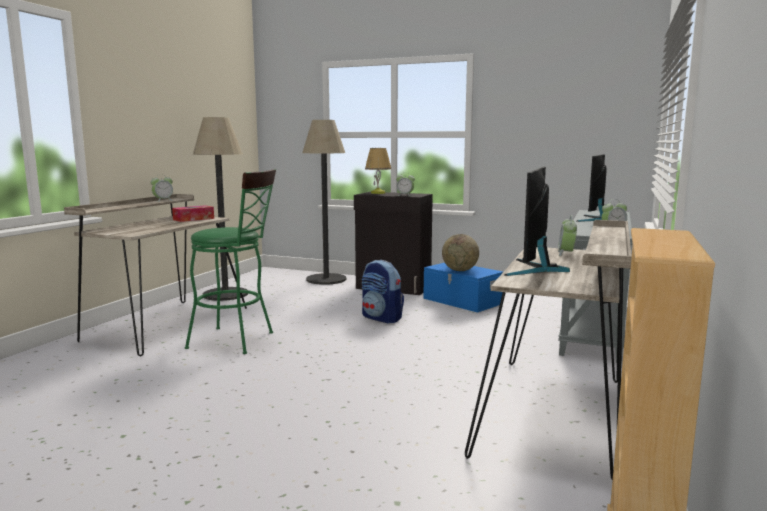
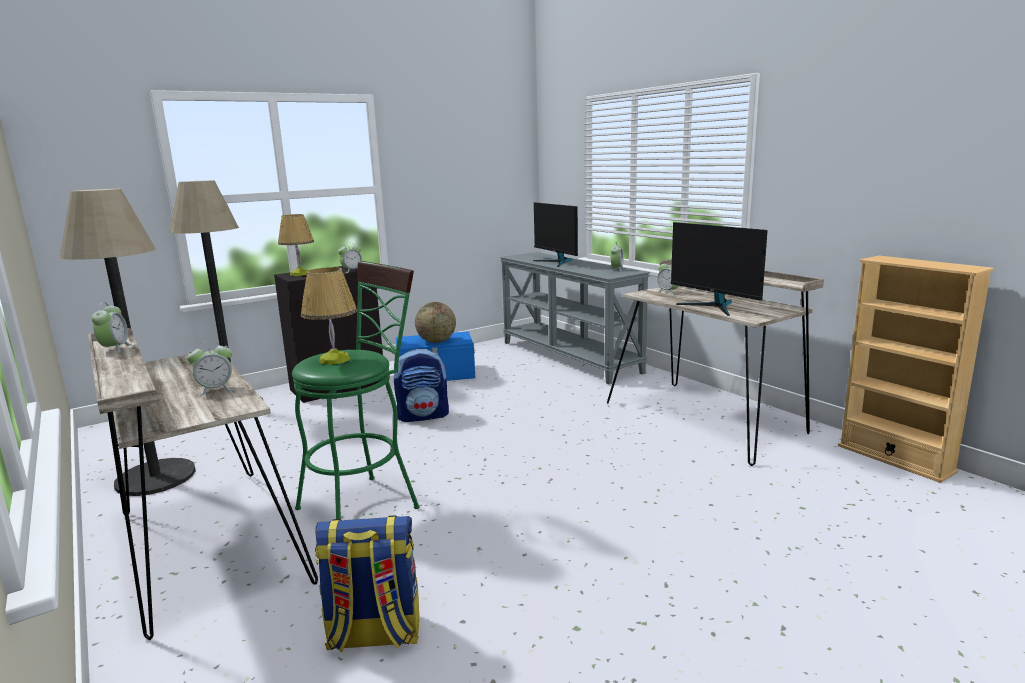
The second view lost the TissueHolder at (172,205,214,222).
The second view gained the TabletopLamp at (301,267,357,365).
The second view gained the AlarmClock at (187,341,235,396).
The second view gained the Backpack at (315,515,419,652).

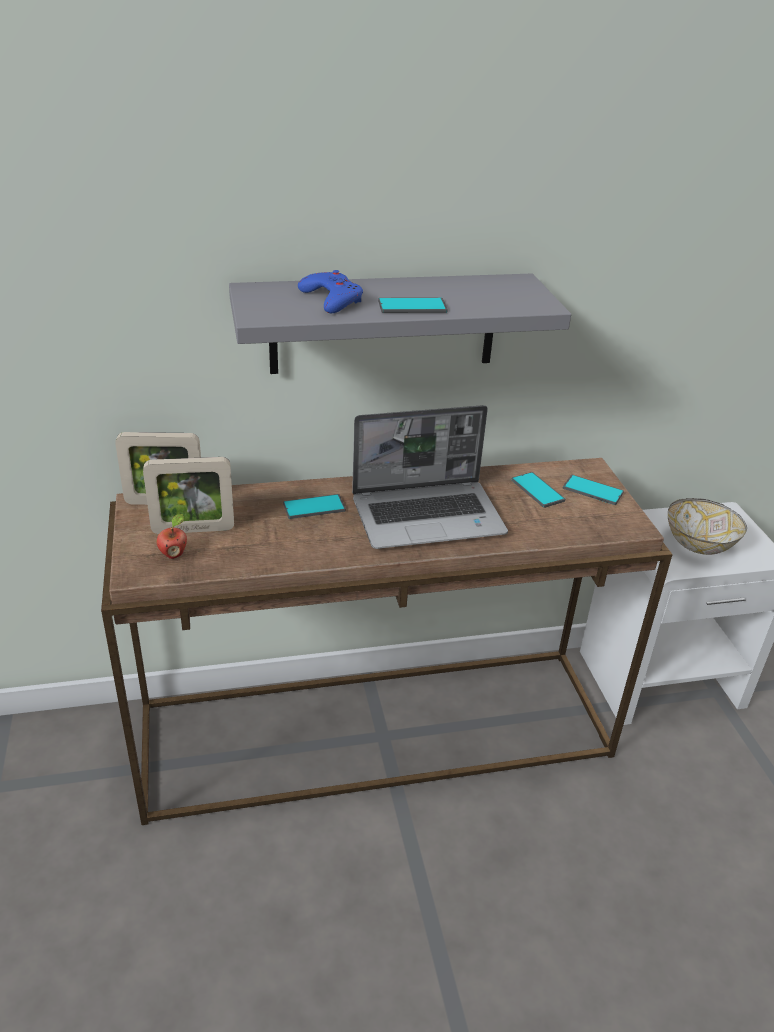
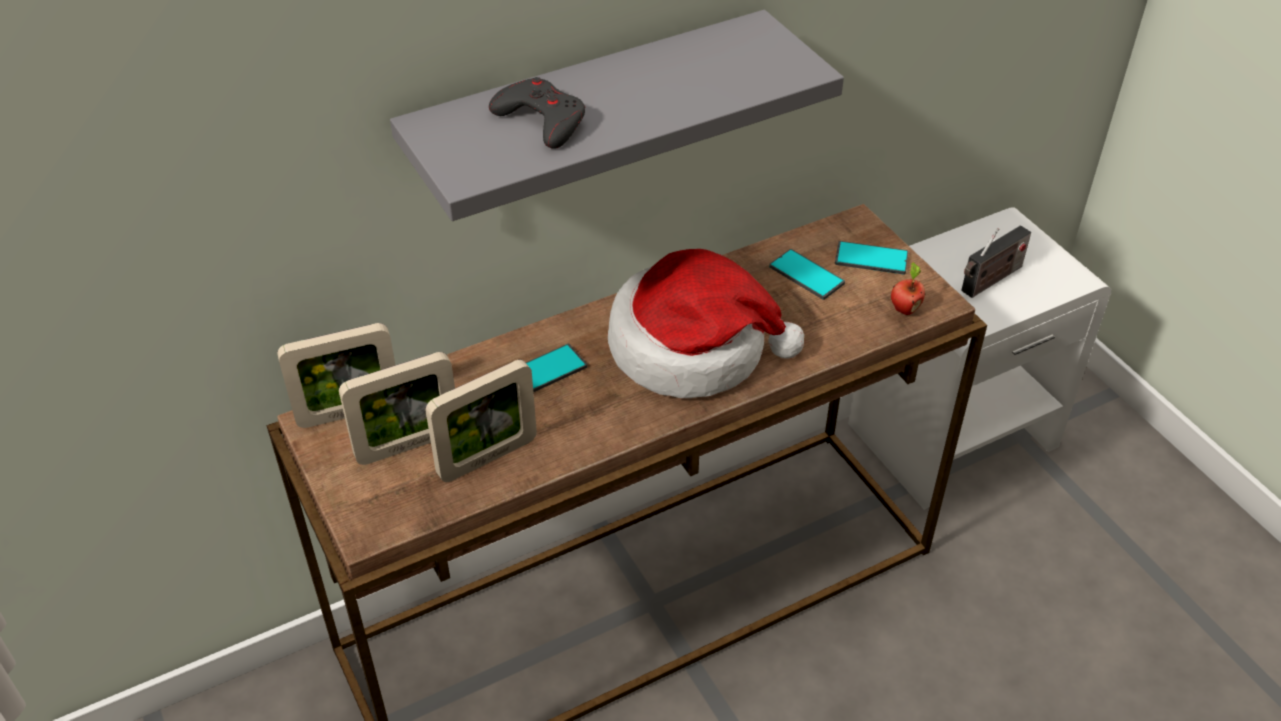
What was the BlueColouredGamepad at (298,270,363,313) turned into the GreyishGamepad at (489,77,585,149).
The second view lost the Phone at (378,298,448,313).
Where the NotebookComputer stood at (352,405,508,549), the ClothingHat came to stand at (608,249,804,398).
Where the DeepDish stood at (668,498,747,555), the RadioSet came to stand at (961,225,1031,298).
The Apple ended up elsewhere, having gone from (157,514,187,559) to (891,262,925,315).
The second view gained the PictureFrame at (425,360,537,482).

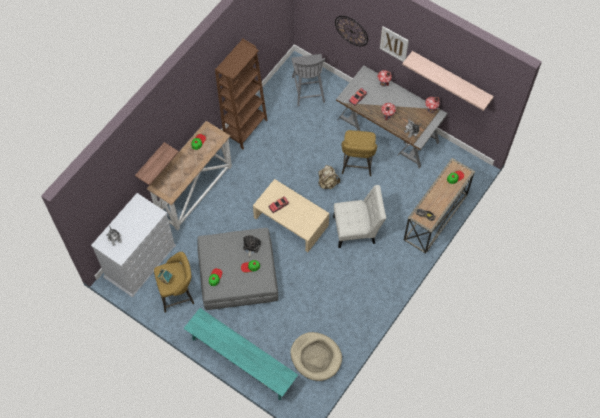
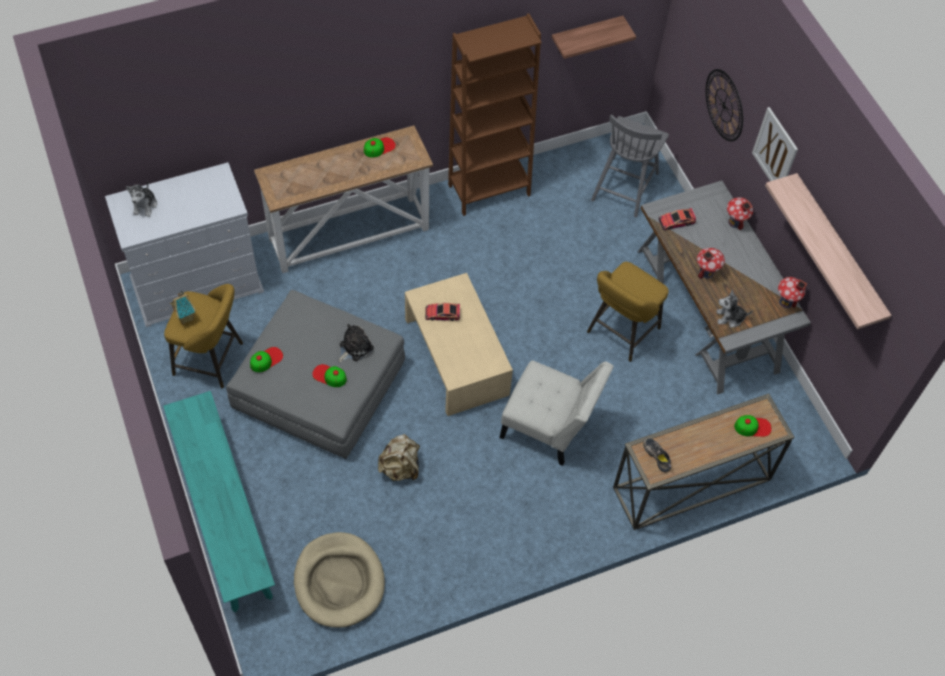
The WallShelf ended up elsewhere, having gone from (135,142,179,186) to (552,16,636,59).
The BeigeColouredBackpack ended up elsewhere, having gone from (318,165,340,189) to (378,434,420,481).

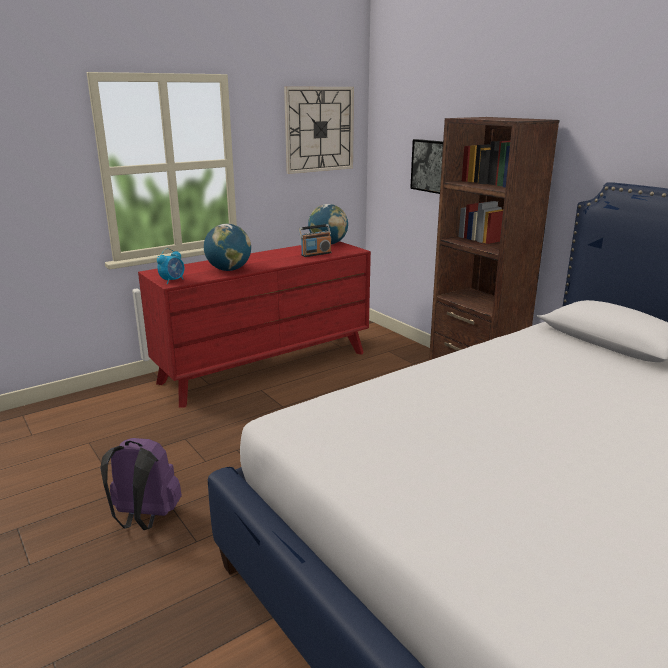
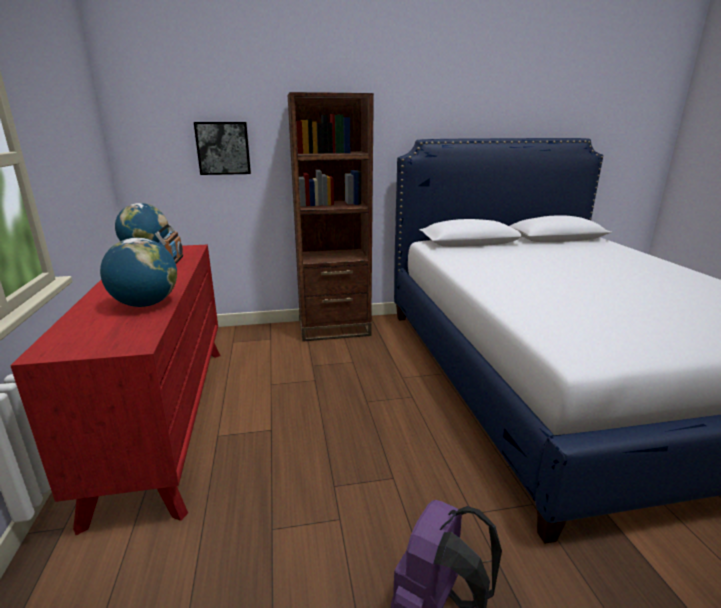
The second view lost the WallClock at (284,86,354,174).
The second view lost the AlarmClock at (157,248,184,284).

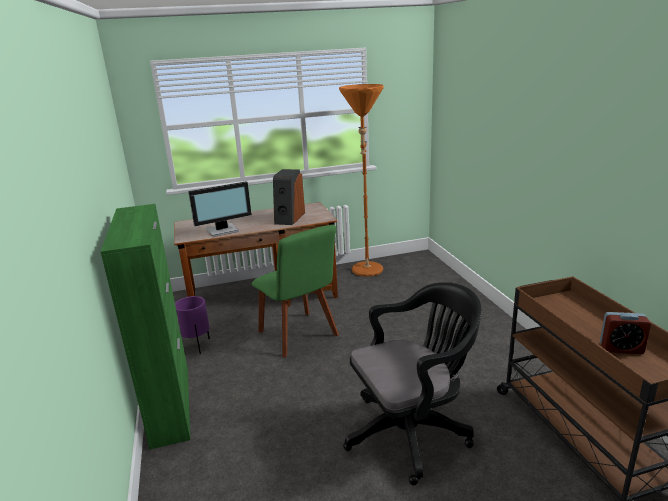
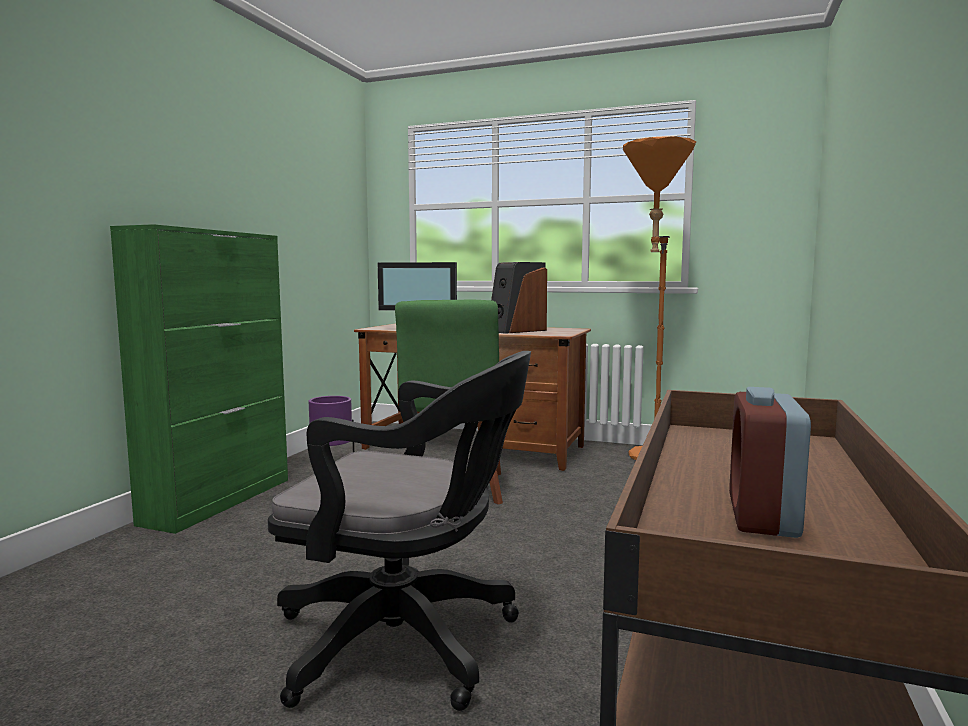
The AlarmClock at (600,312,651,354) ended up facing another way, 60 degrees clockwise from before.

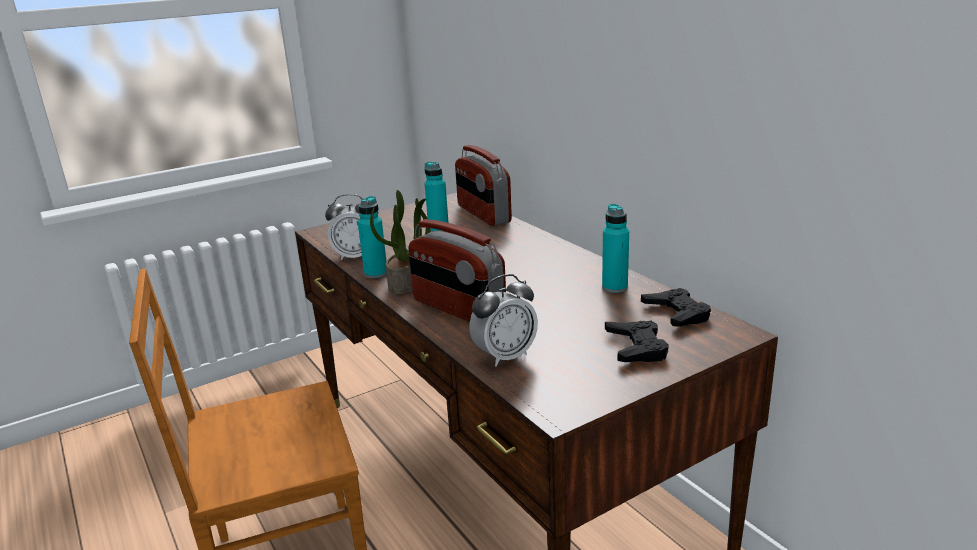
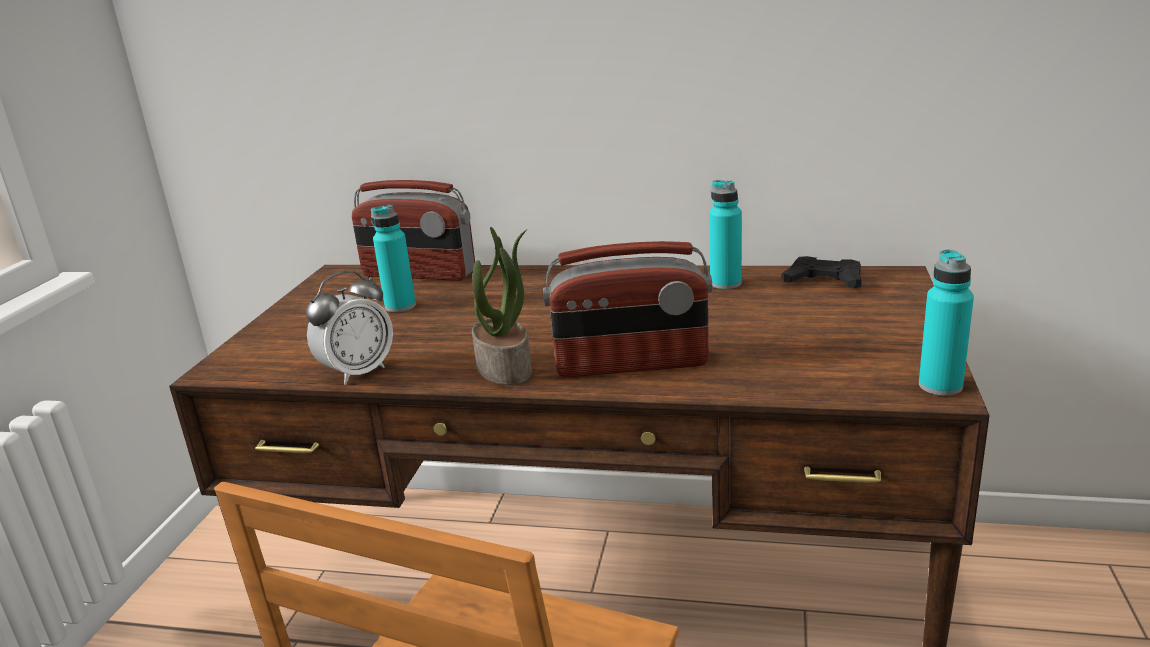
The BlueGreenBeverageBottle ended up elsewhere, having gone from (358,196,387,278) to (919,250,974,396).
The second view lost the AlarmClock at (470,274,538,367).
The second view lost the BlackColouredGamepad at (605,321,669,362).

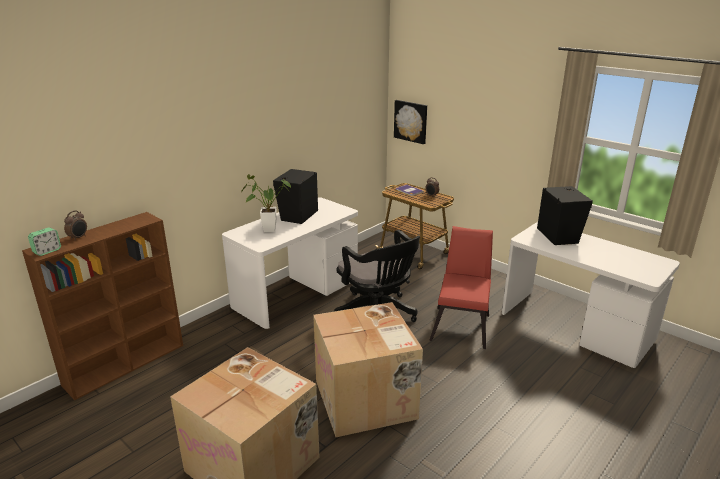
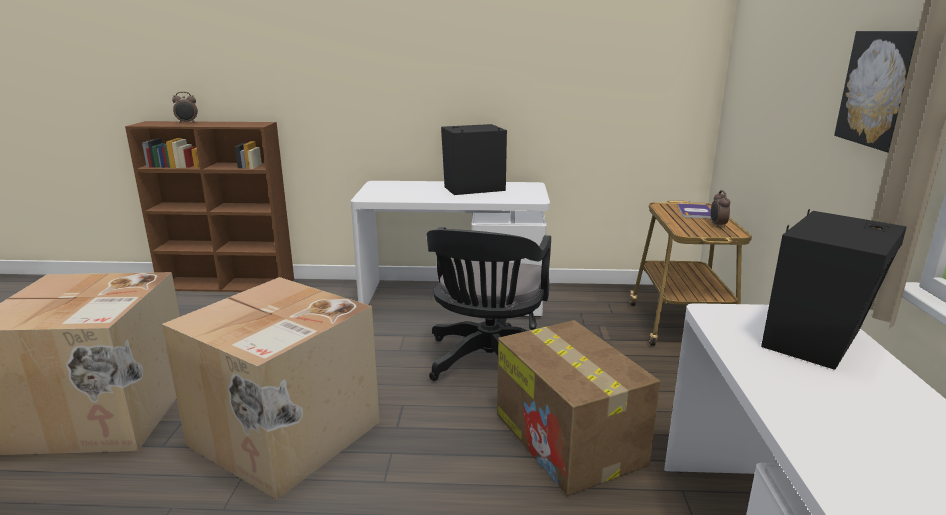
The Picture ended up elsewhere, having gone from (394,100,427,144) to (834,31,918,153).
The second view lost the Houseplant at (241,174,291,232).
Where the ReddishChair stood at (429,226,493,349), the CardboardBox came to stand at (497,320,660,496).
The second view lost the AlarmClock at (28,228,61,256).

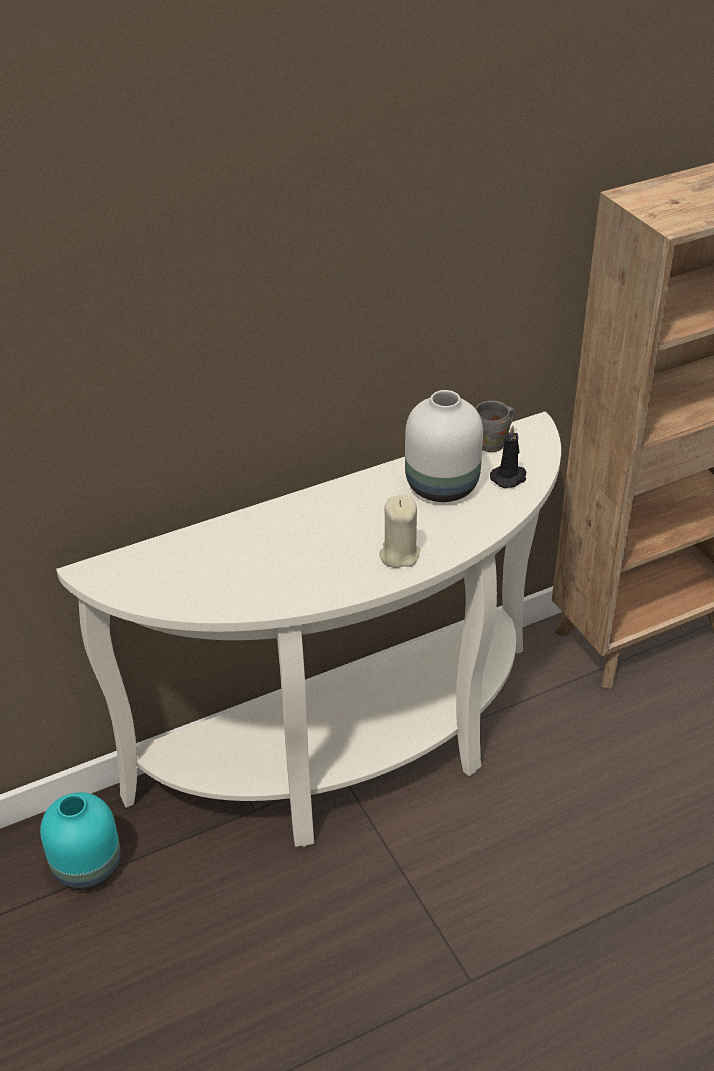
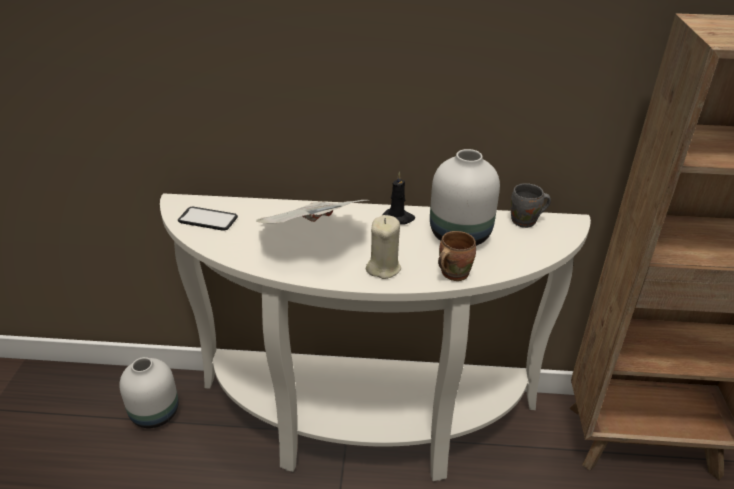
The BlackColouredWaxCandle ended up elsewhere, having gone from (490,425,526,488) to (382,171,415,225).
What was the BlueGreenDecorativeVase at (40,792,121,891) turned into the WhiteColouredDecorativeVase at (119,357,179,428).
The second view gained the PrintedPaper at (256,200,368,223).
The second view gained the Phone at (178,207,238,231).
The second view gained the BrownishMug at (438,231,476,281).

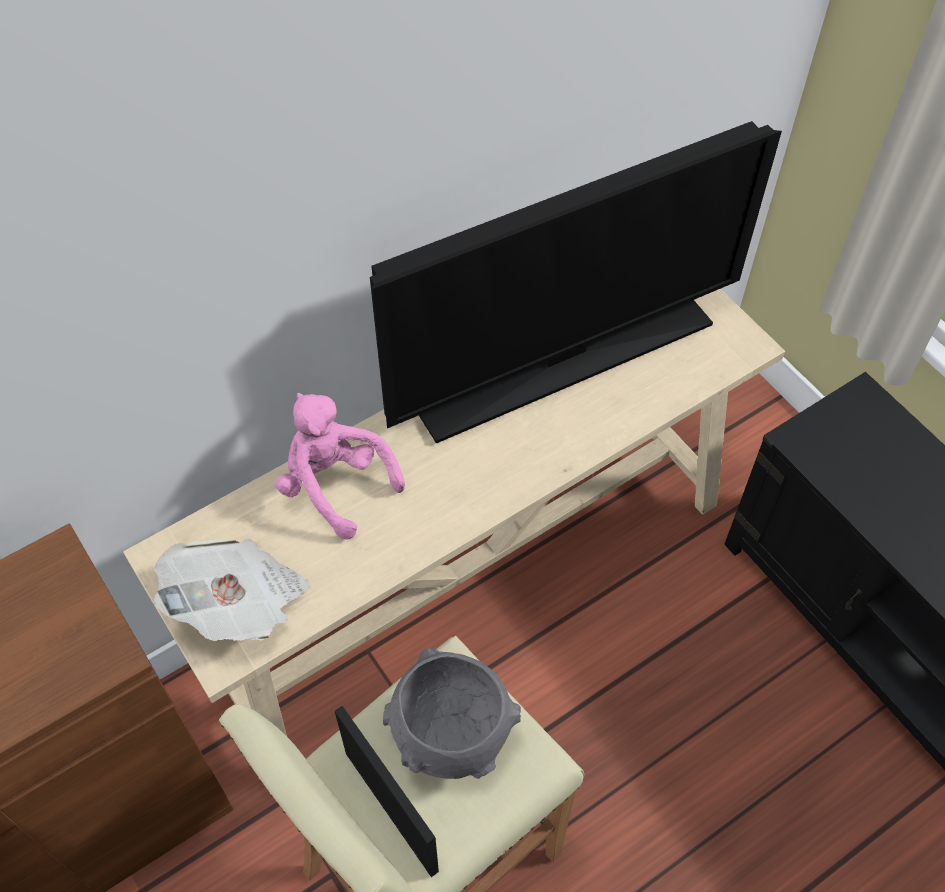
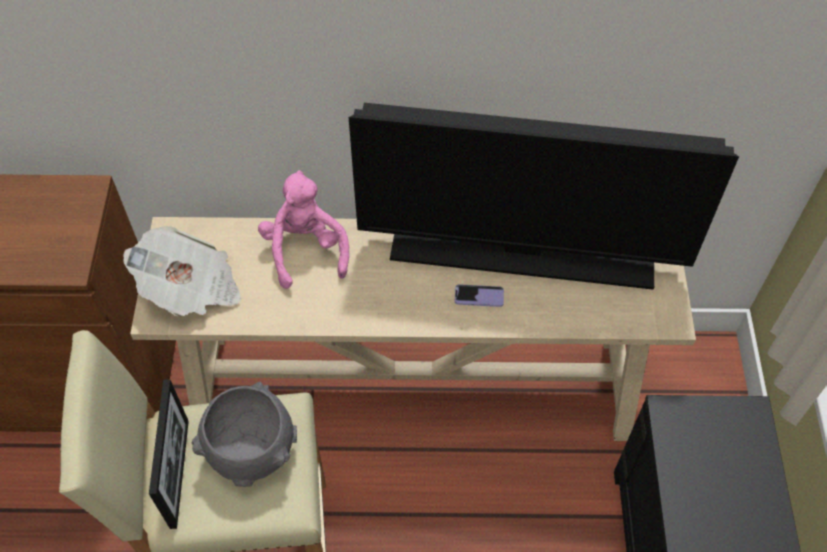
The second view gained the Phone at (455,284,504,307).

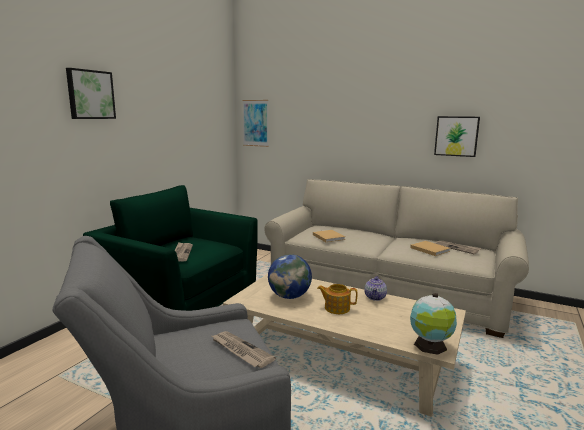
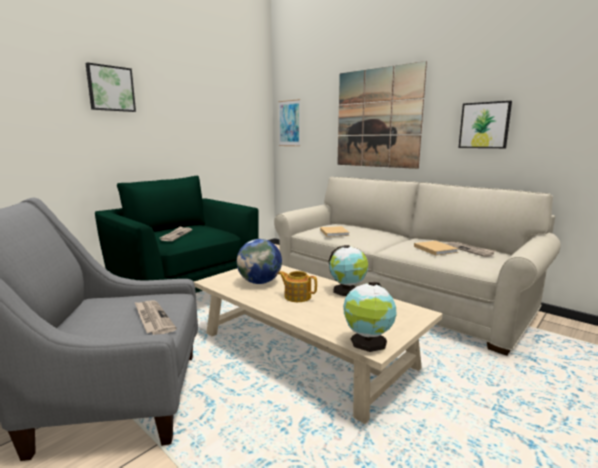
Where the PotForTea stood at (364,276,387,301), the WorldGlobe came to stand at (329,245,368,296).
The second view gained the Picture at (337,61,427,169).

